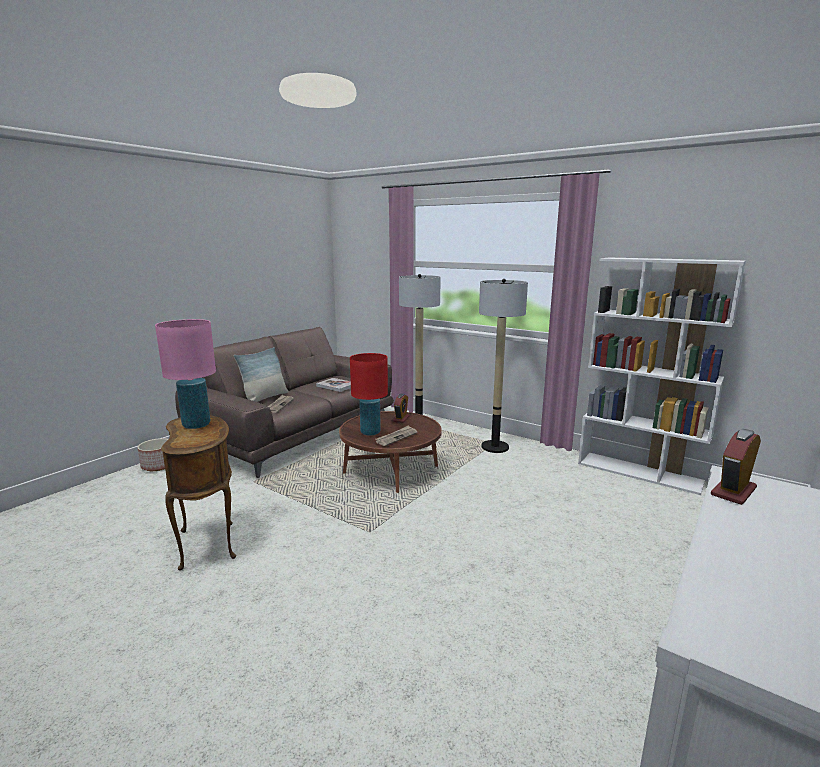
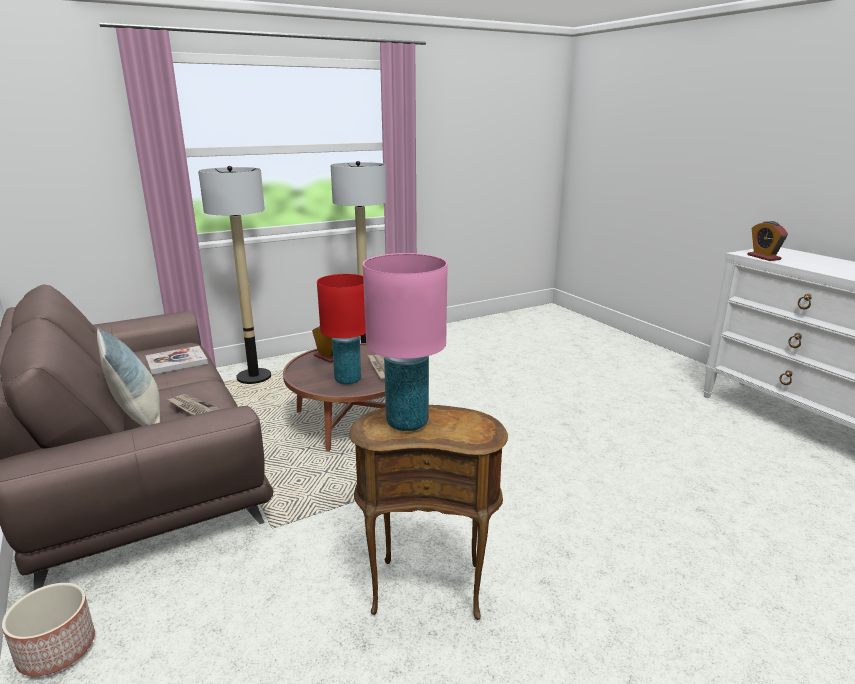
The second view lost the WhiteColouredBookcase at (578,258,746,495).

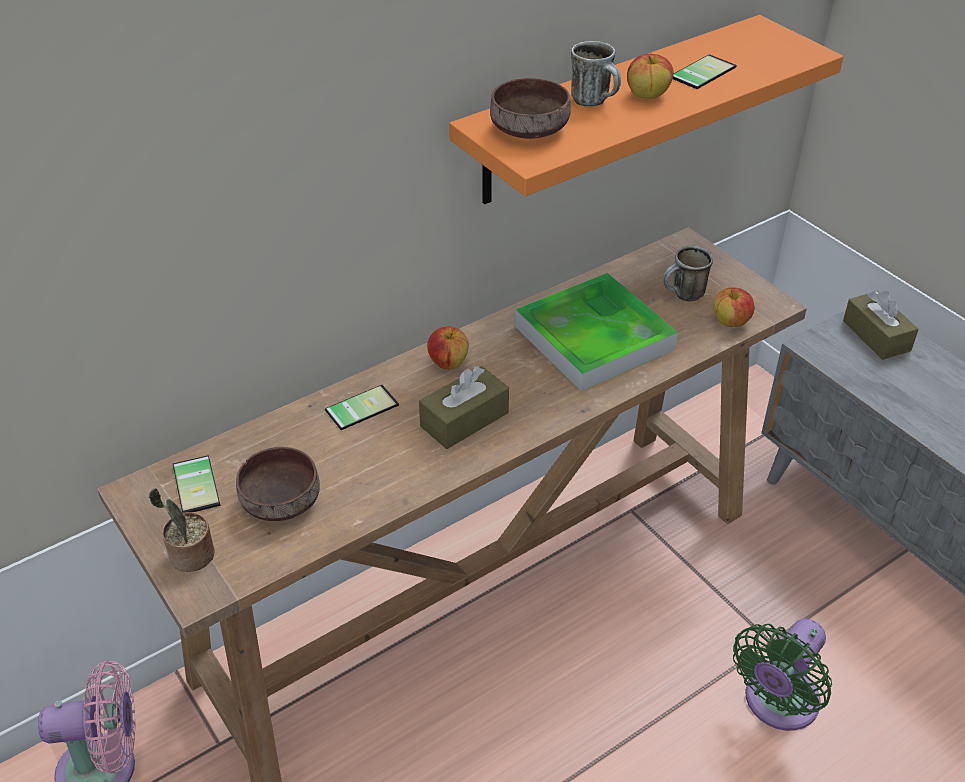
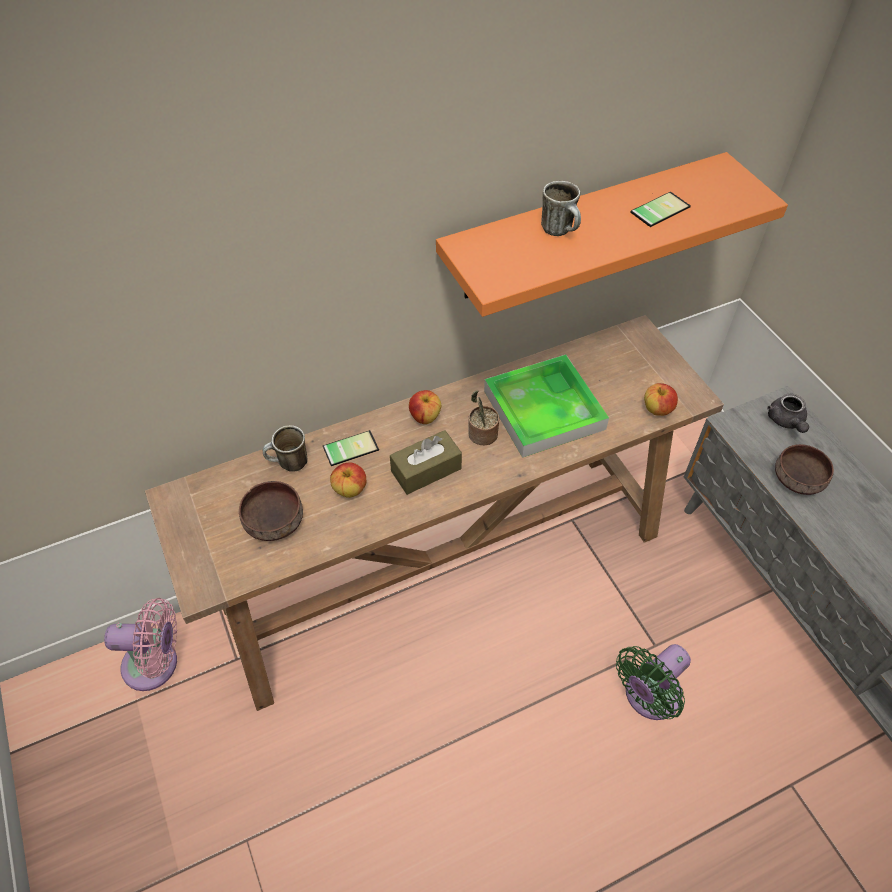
The Apple ended up elsewhere, having gone from (627,54,674,99) to (330,463,366,498).
The BrownishDeepDish ended up elsewhere, having gone from (490,78,571,139) to (775,444,834,495).
The Mug ended up elsewhere, having gone from (663,246,713,302) to (263,425,308,472).
Where the BrownishTissueHolder stood at (843,291,919,360), the GreyishPotForTea came to stand at (767,394,809,433).
The second view lost the Phone at (173,455,220,513).
The Houseplant ended up elsewhere, having gone from (149,488,214,572) to (468,390,499,445).

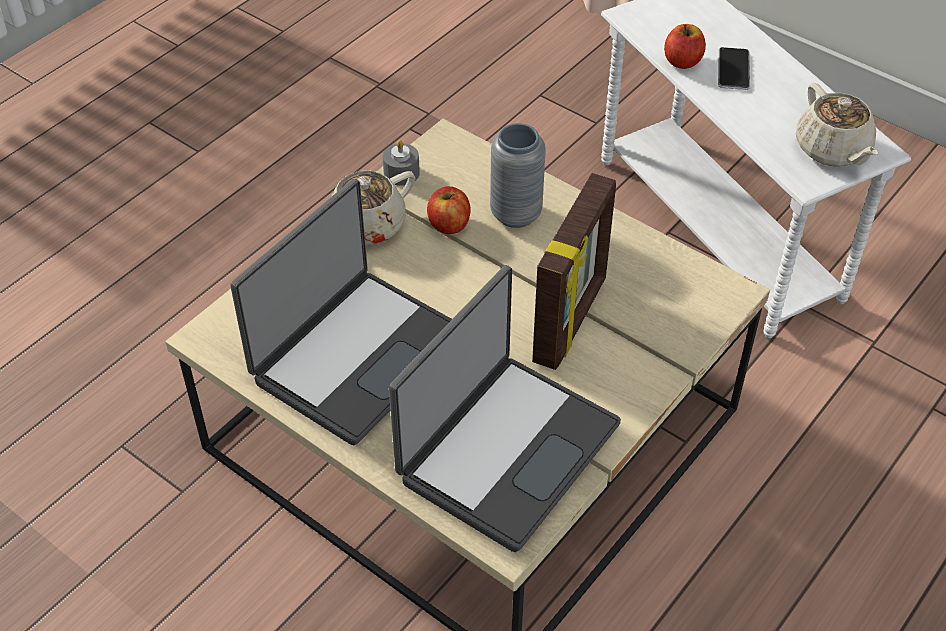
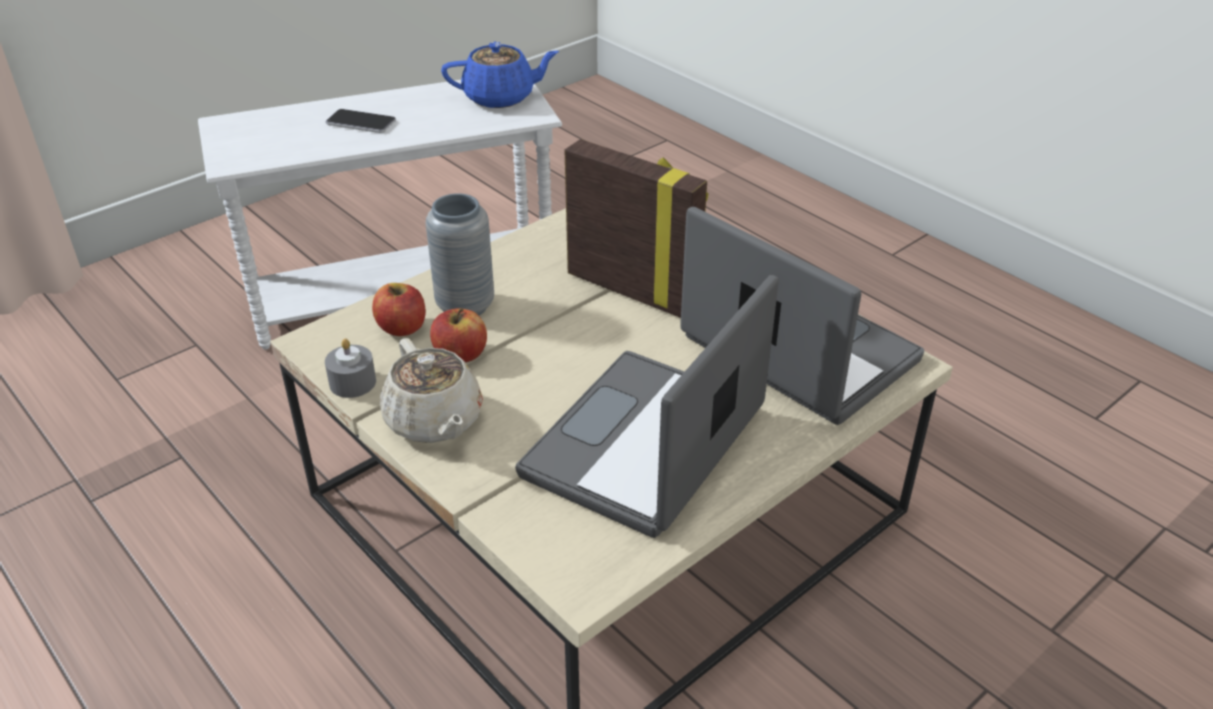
The Apple ended up elsewhere, having gone from (664,24,706,69) to (372,283,426,336).
What was the BeigeColouredPotForTea at (796,83,878,167) turned into the BlueColouredPotForTea at (441,42,559,108).
The NotebookComputer at (230,179,452,445) ended up facing another way, 105 degrees counterclockwise from before.

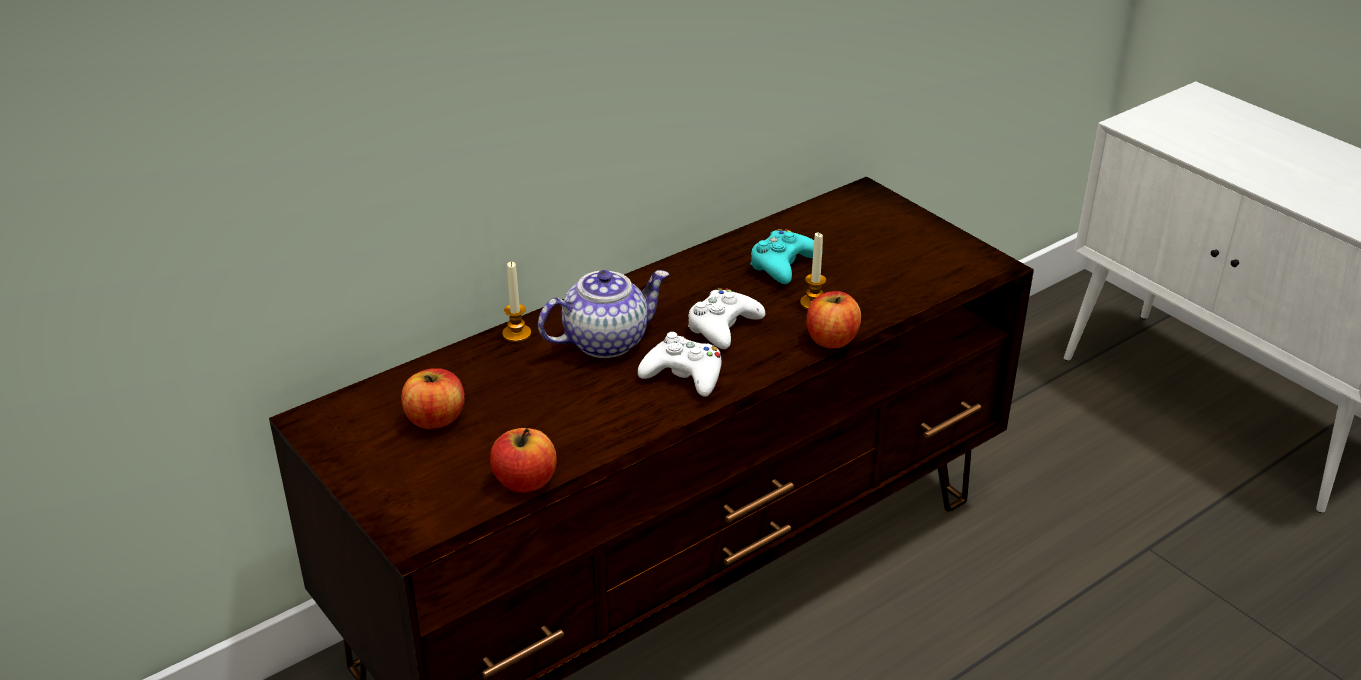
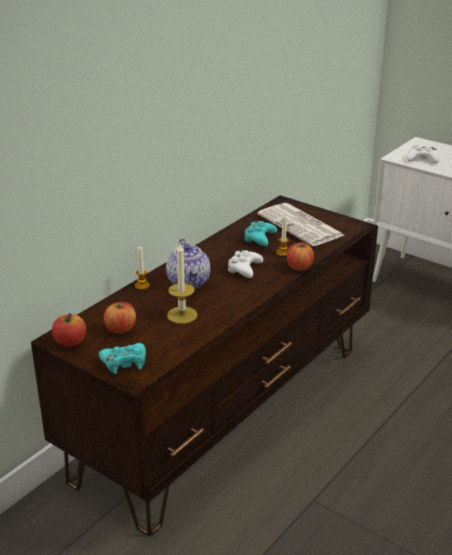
The PotForTea at (538,270,669,358) ended up facing another way, 120 degrees clockwise from before.
The WhiteColouredGamepad ended up elsewhere, having gone from (638,332,722,397) to (407,144,439,163).
The Apple ended up elsewhere, having gone from (490,428,557,493) to (52,313,86,347).
The second view gained the PrintedPaper at (258,203,344,246).
The second view gained the WaxCandle at (167,244,198,324).
The second view gained the BlueGreenGamepad at (99,343,146,374).

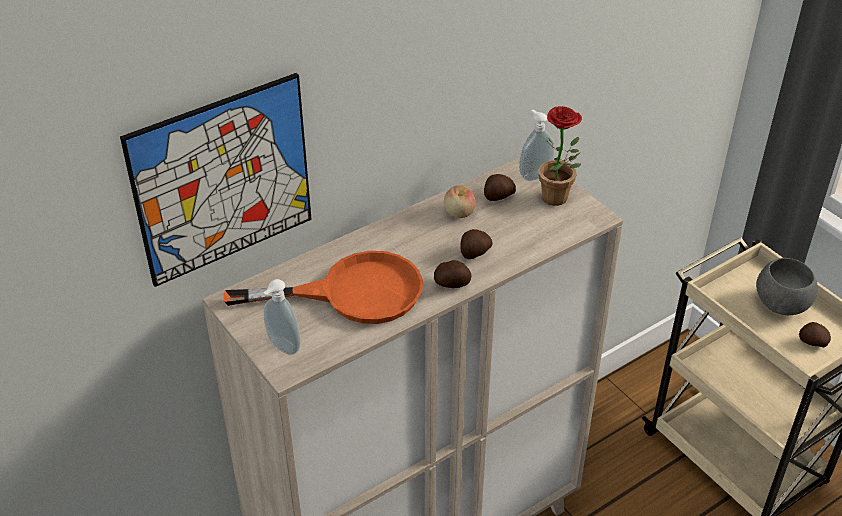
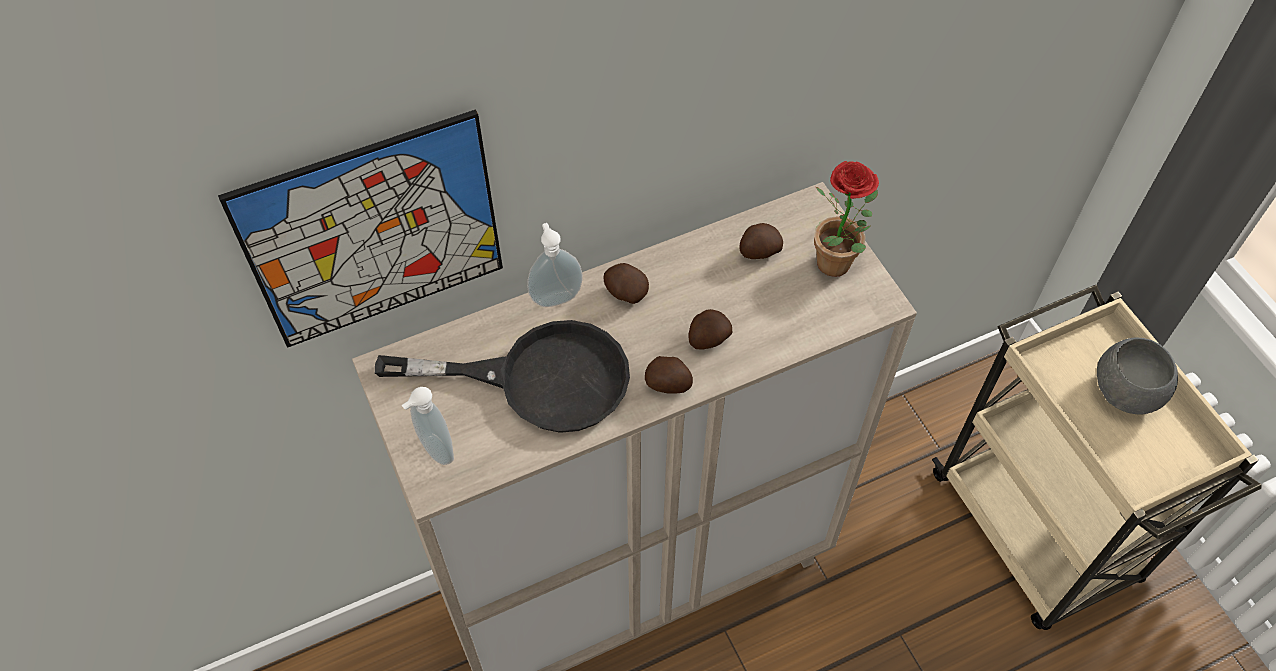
The LiquidSoapBottle ended up elsewhere, having gone from (519,110,555,181) to (527,223,583,307).
The second view lost the Apple at (444,185,475,218).
What was the OrangeColouredSkillet at (223,251,423,324) turned into the BlackColouredSkillet at (375,320,630,433).
The Potato ended up elsewhere, having gone from (799,322,831,347) to (604,263,649,304).

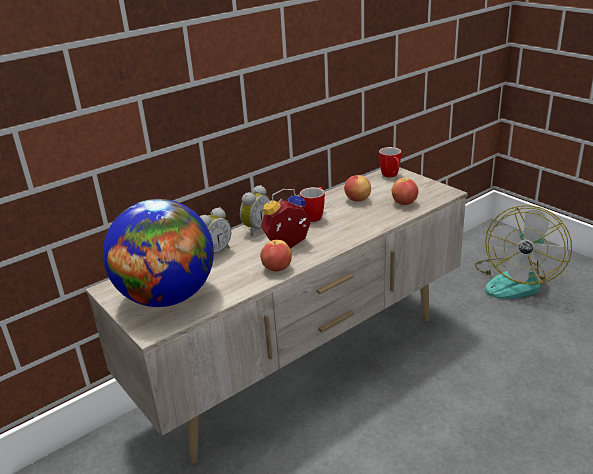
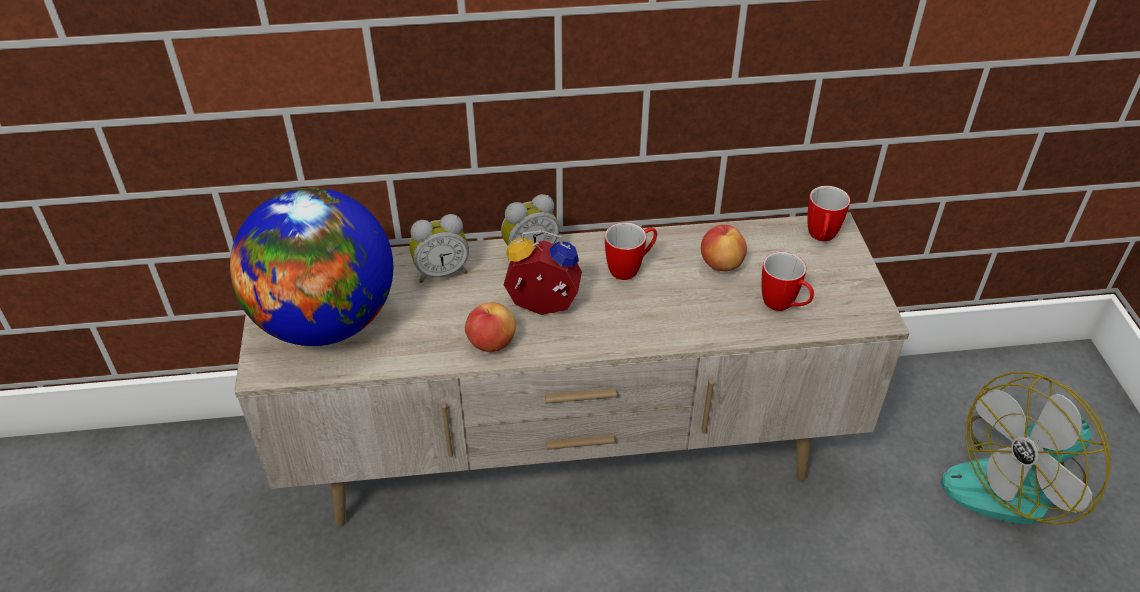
Where the Apple stood at (392,178,418,205), the Mug came to stand at (762,252,814,311).

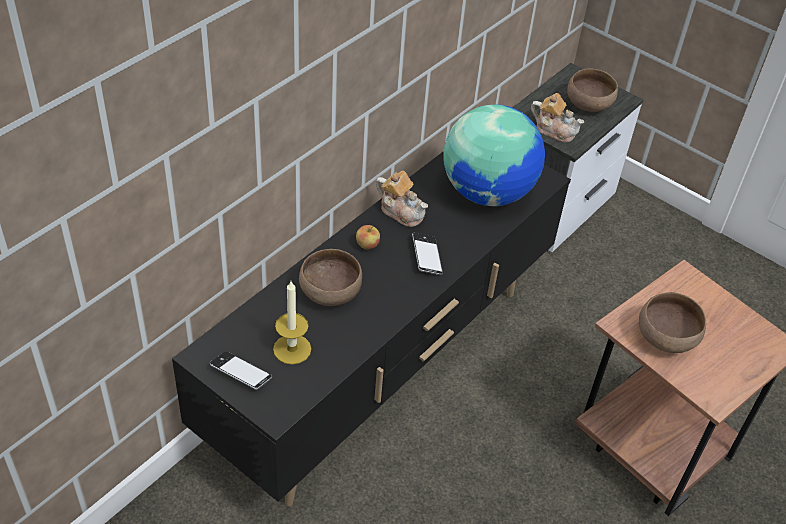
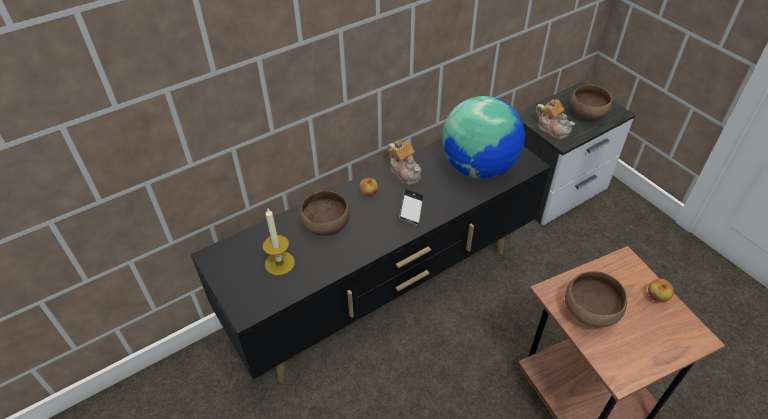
The second view lost the Phone at (209,351,272,390).
The second view gained the Apple at (648,279,674,302).

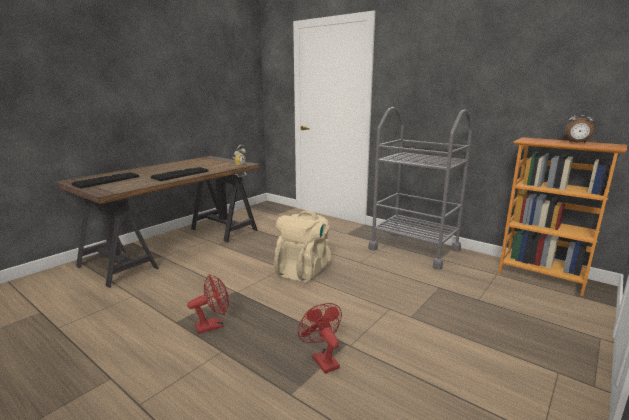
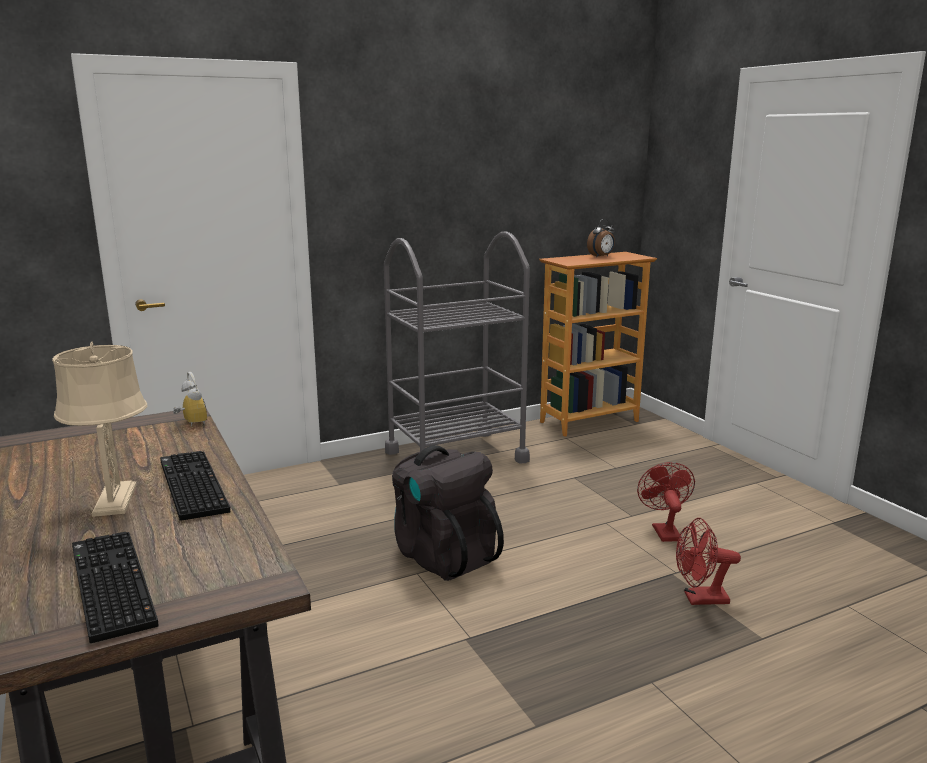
What was the BeigeColouredBackpack at (274,210,331,282) turned into the BlackColouredBackpack at (392,445,504,581).
The ReddishFan ended up elsewhere, having gone from (187,274,229,334) to (637,462,695,542).
The second view gained the BeigeColouredTabletopLamp at (52,341,147,517).

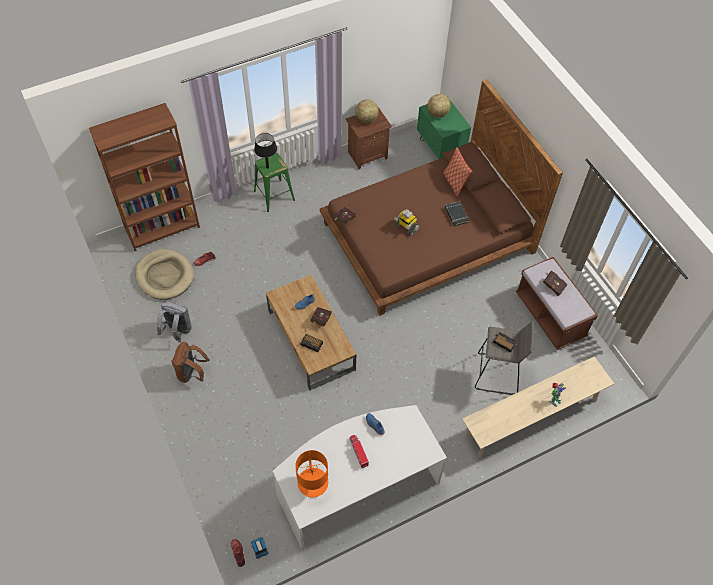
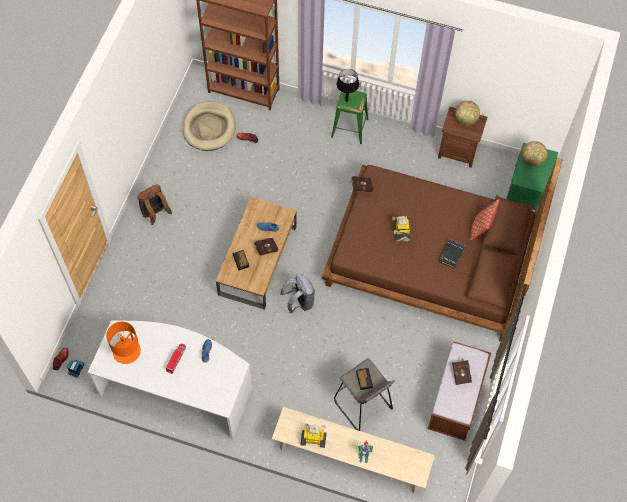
The GreyishBackpack ended up elsewhere, having gone from (157,302,192,342) to (280,273,315,314).
The second view gained the ModelRobot at (301,424,327,448).

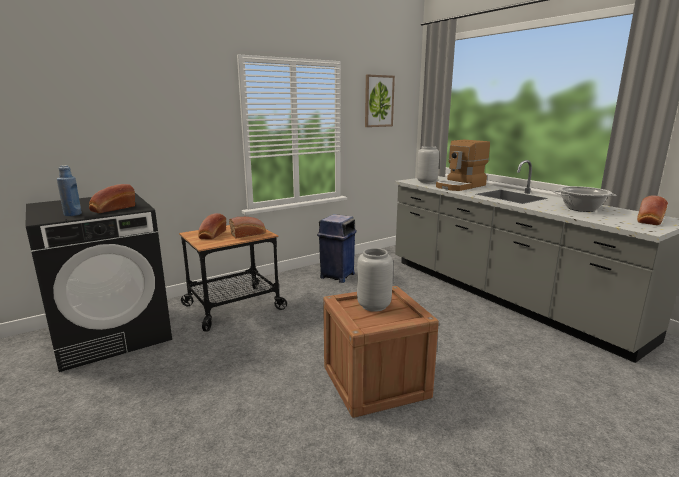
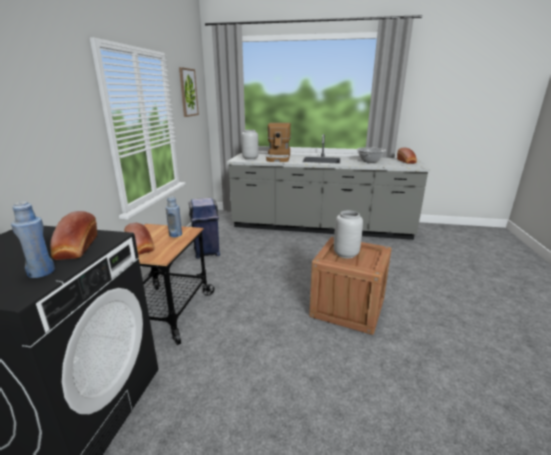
Where the BakedBread stood at (229,217,266,238), the BlueColouredBeverageBottle came to stand at (166,197,182,237).

